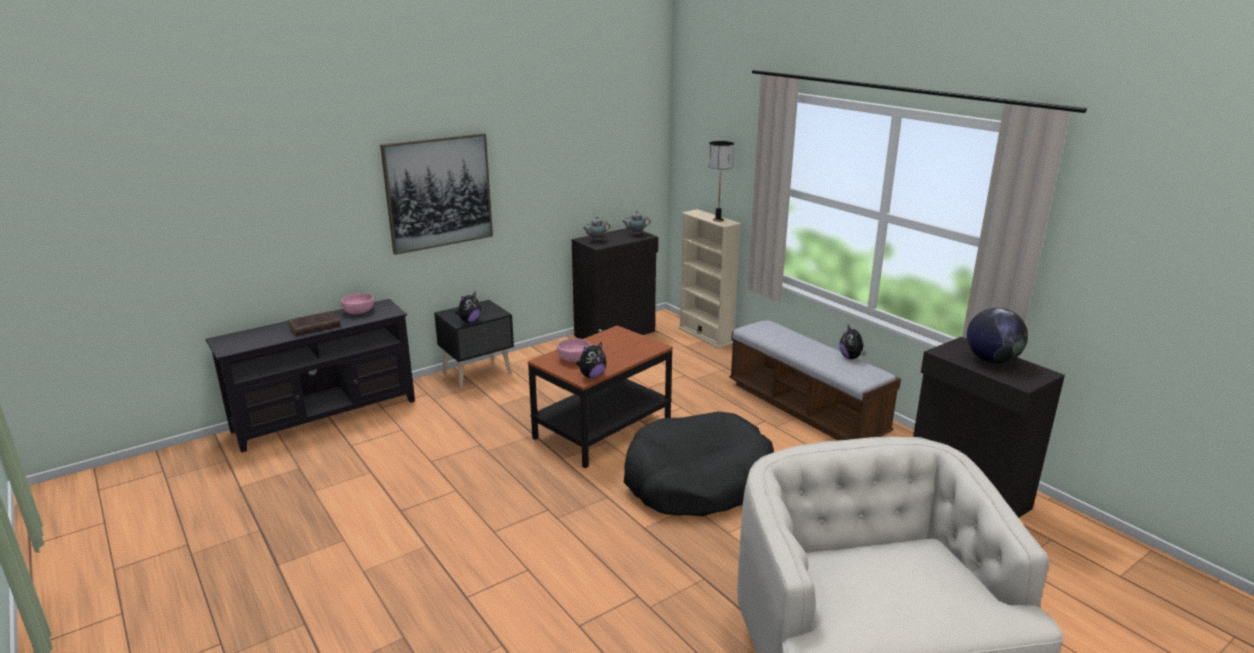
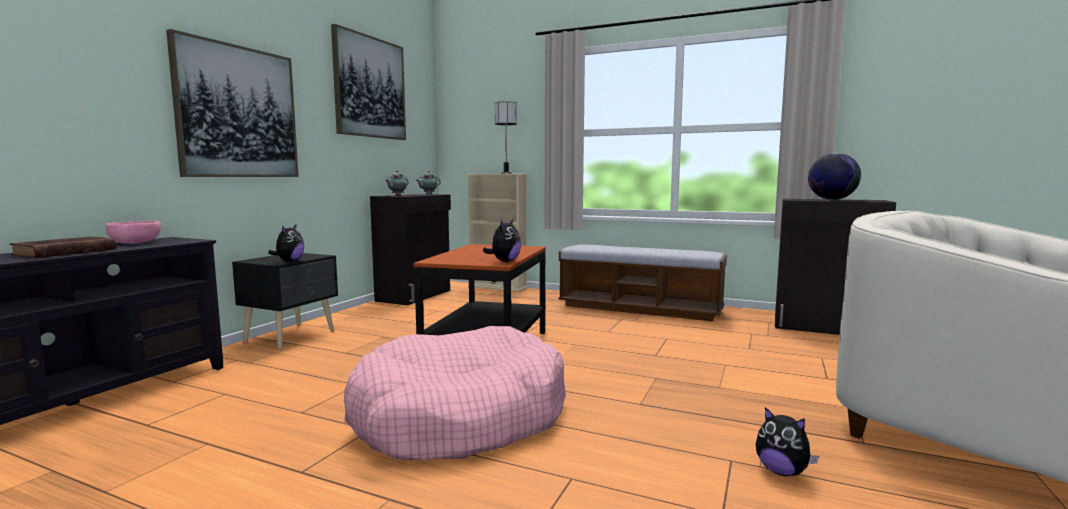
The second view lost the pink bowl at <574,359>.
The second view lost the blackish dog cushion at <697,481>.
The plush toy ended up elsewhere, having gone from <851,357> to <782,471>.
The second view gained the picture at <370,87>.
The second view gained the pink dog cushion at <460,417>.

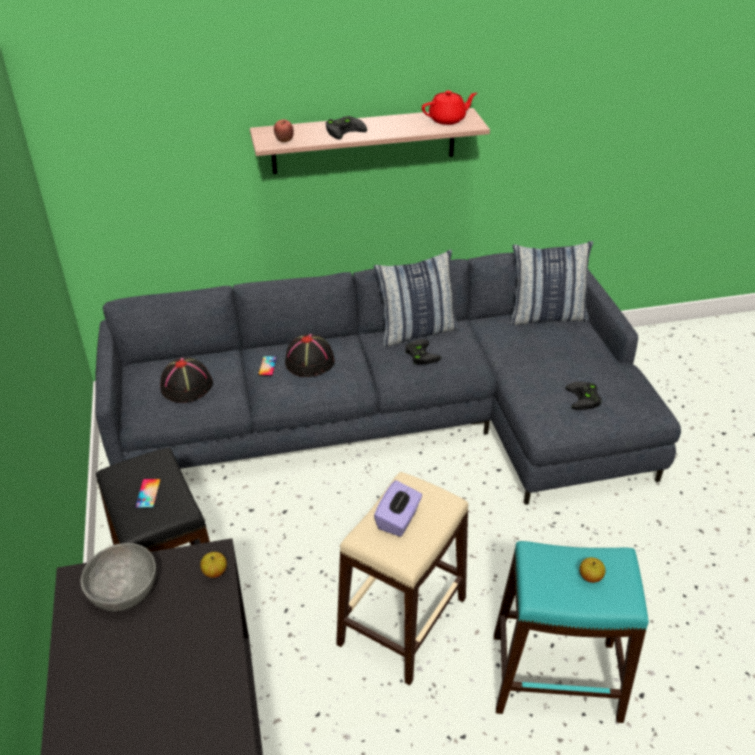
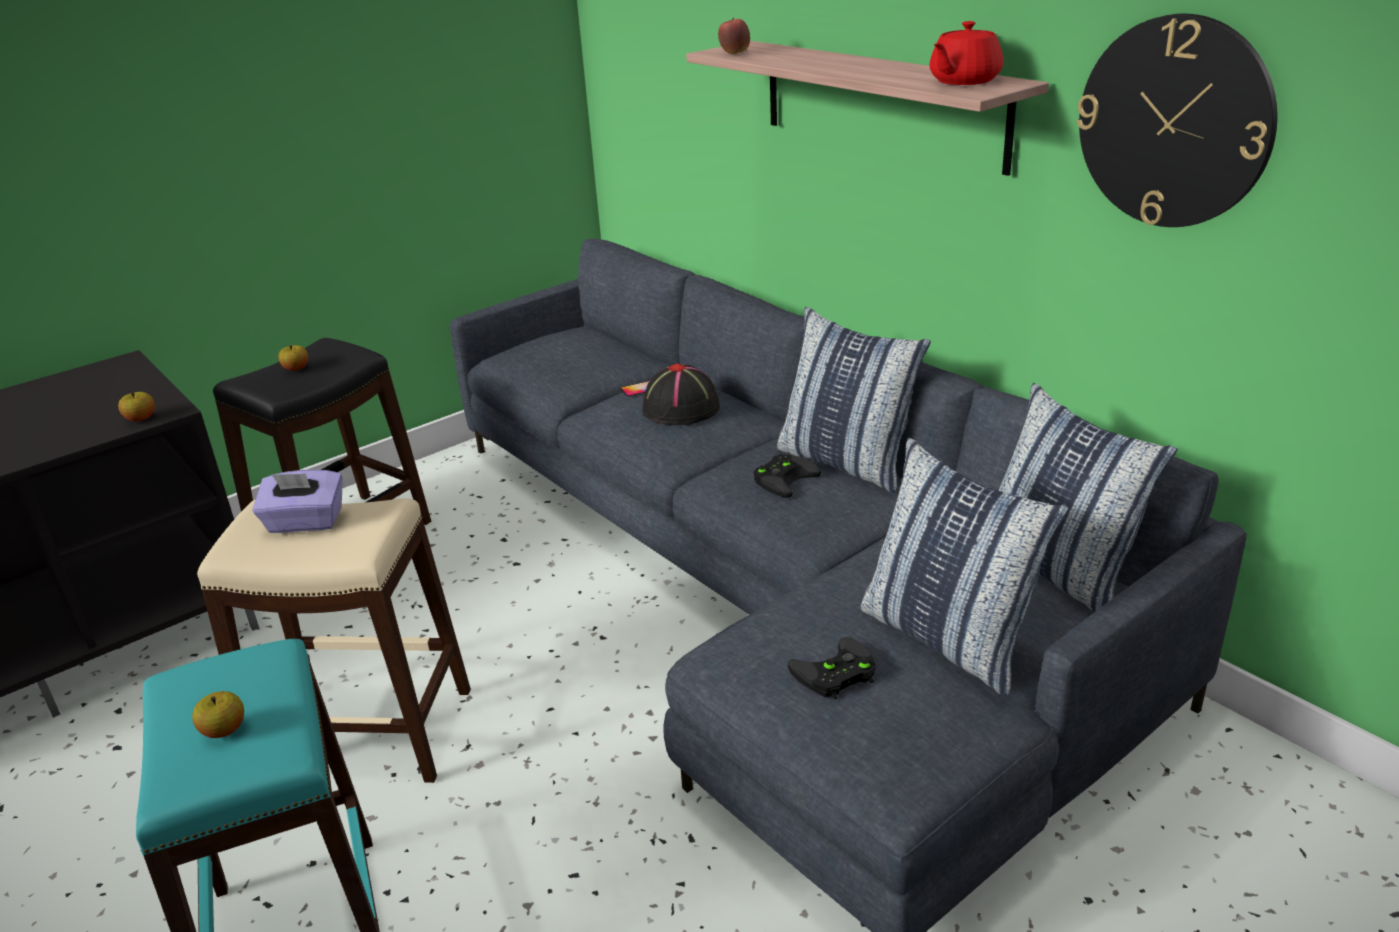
The second view lost the gray bowl at <123,590>.
Where the phone stood at <148,494>, the apple came to stand at <296,369>.
The second view lost the blackish wearable hat at <187,385>.
The second view lost the blackish gamepad at <345,130>.
The reddish teapot at <448,120> ended up facing another way, 90 degrees clockwise from before.
The second view gained the throw pillow at <947,639>.
The second view gained the wall clock at <1174,123>.

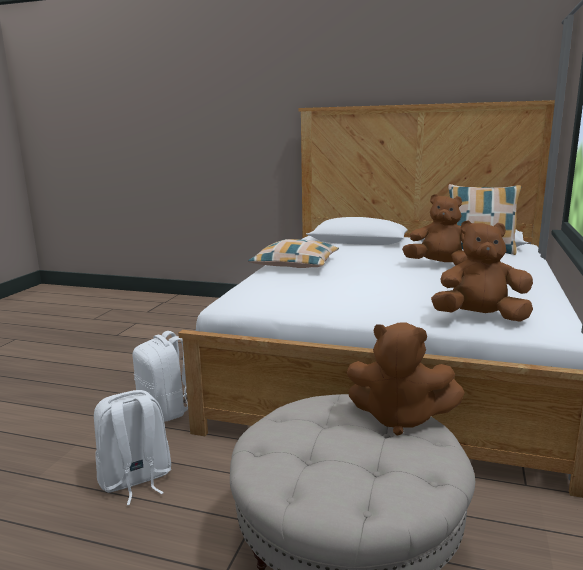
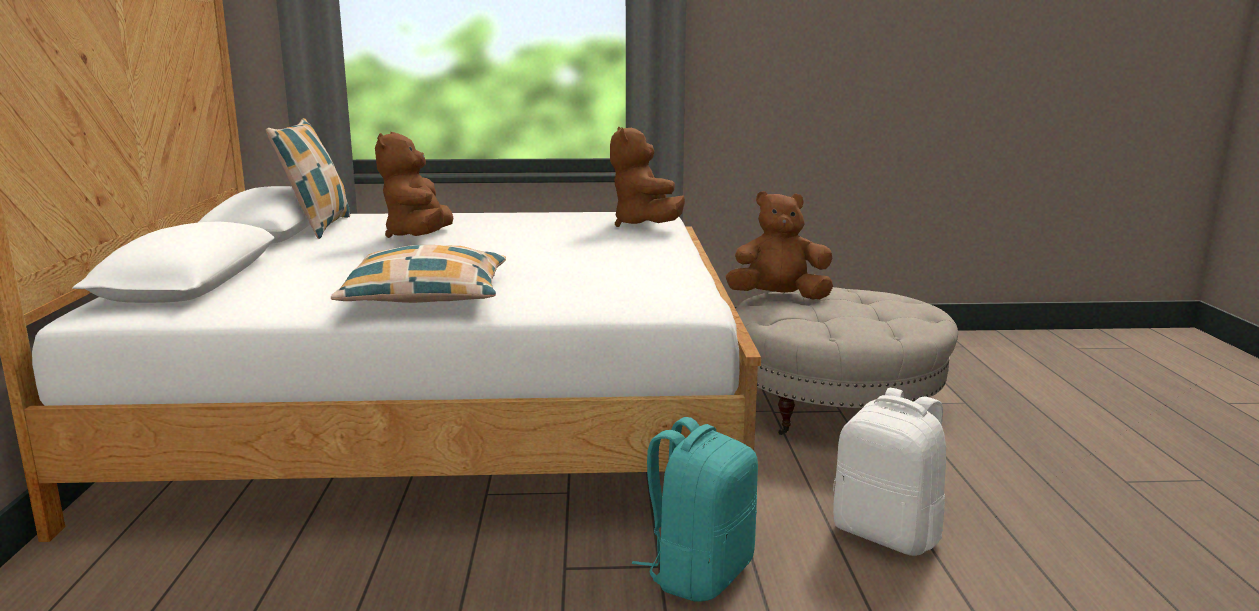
What was the whitish backpack at <166,410> turned into the turquoise backpack at <699,573>.
The brown-coloured plush toy at <399,418> ended up facing another way, 90 degrees counterclockwise from before.

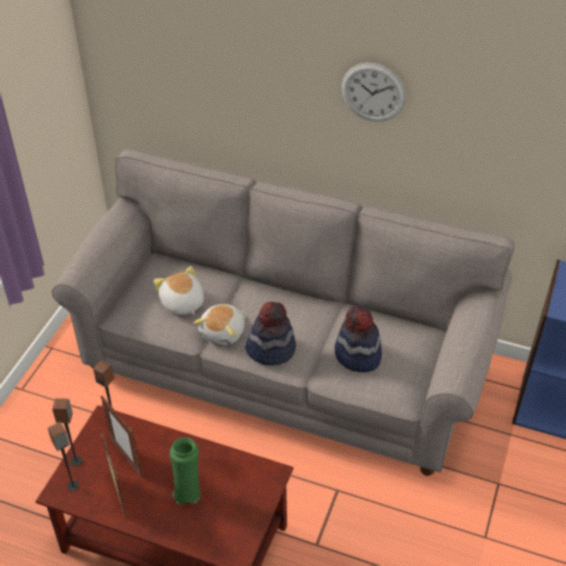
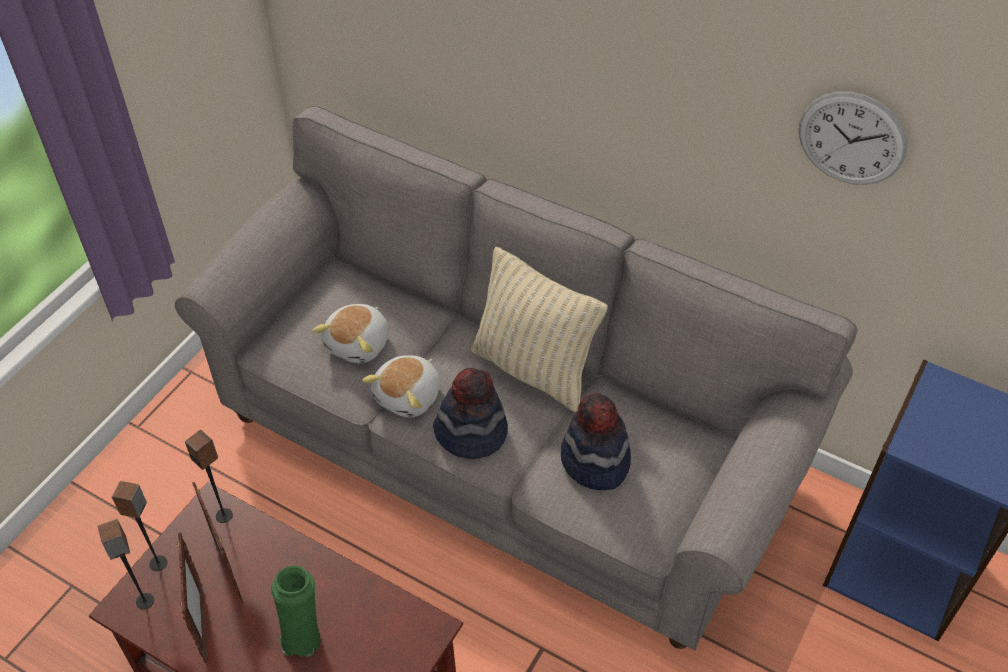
The plush toy at <182,303> ended up facing another way, 135 degrees counterclockwise from before.
The wall clock ended up elsewhere, having gone from <373,92> to <851,139>.
The second view gained the sand-coloured throw pillow at <533,369>.

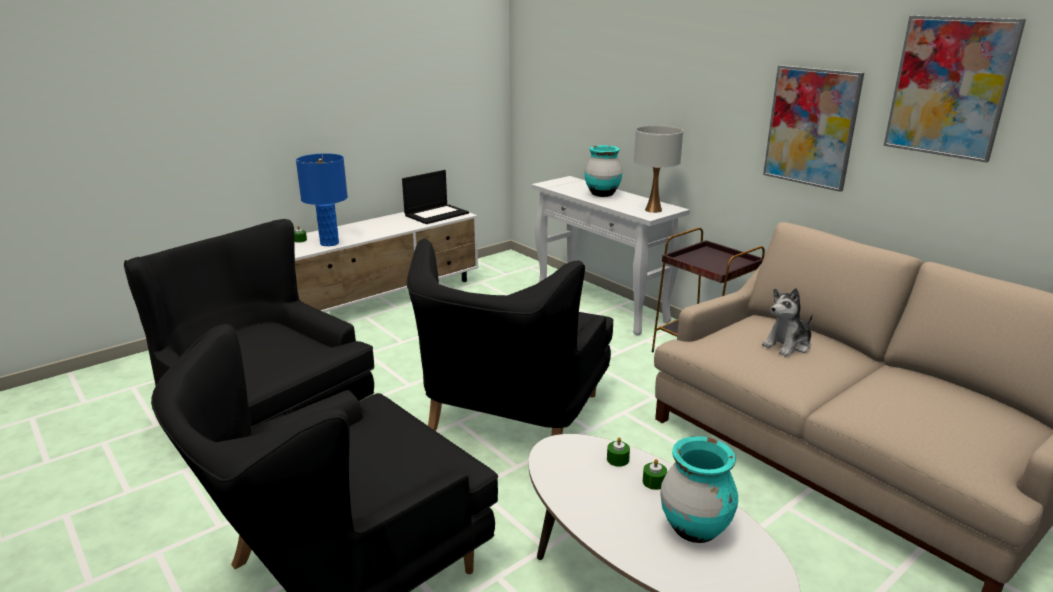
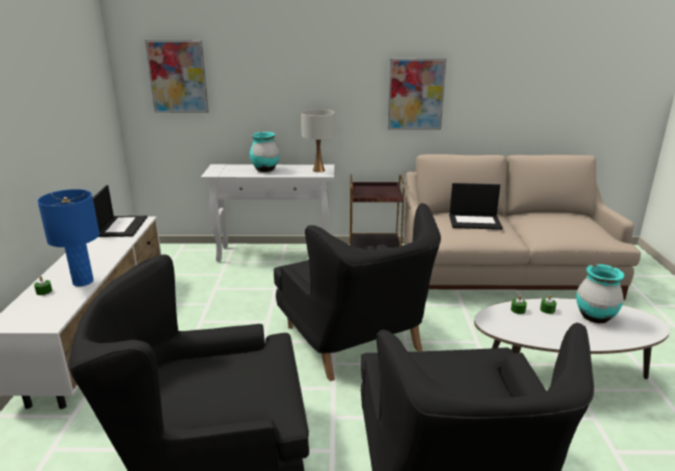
Where the plush toy stood at <788,345>, the laptop came to stand at <475,221>.
The picture ended up elsewhere, having gone from <949,87> to <178,77>.

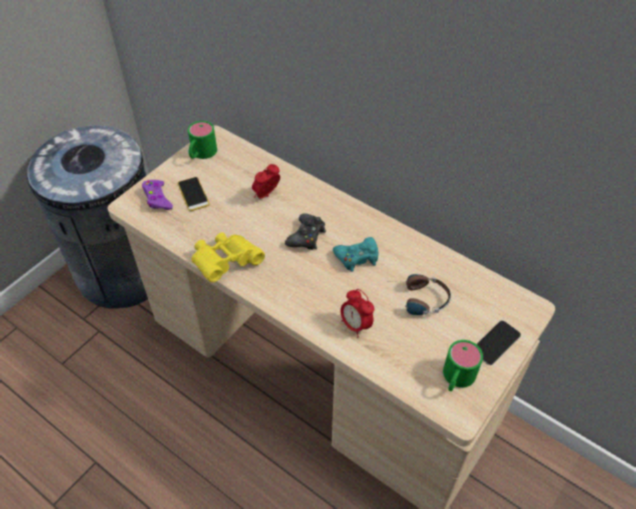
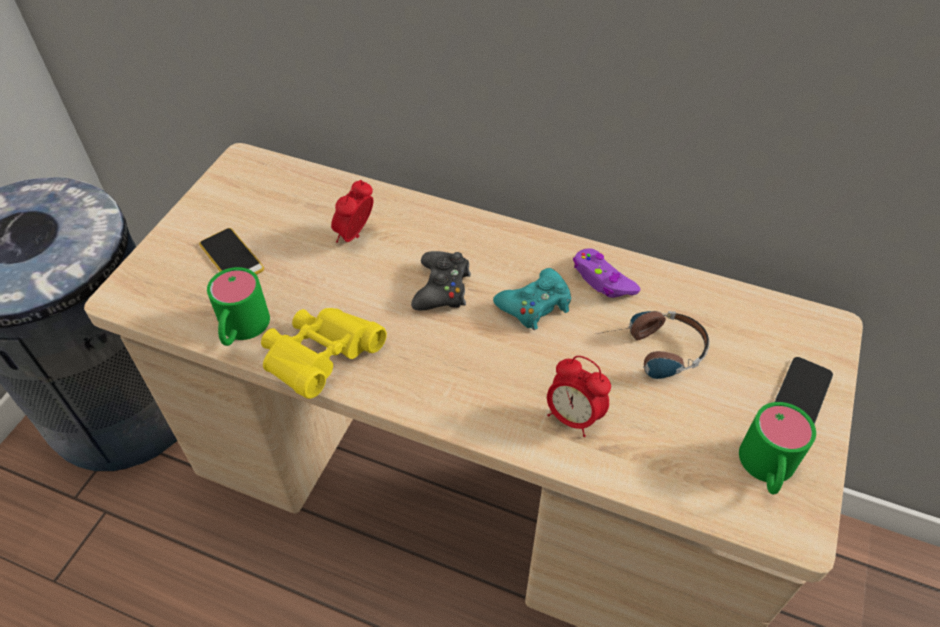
The purplish gamepad ended up elsewhere, having gone from <157,198> to <602,280>.
The green-coloured tea mug ended up elsewhere, having gone from <201,154> to <241,330>.

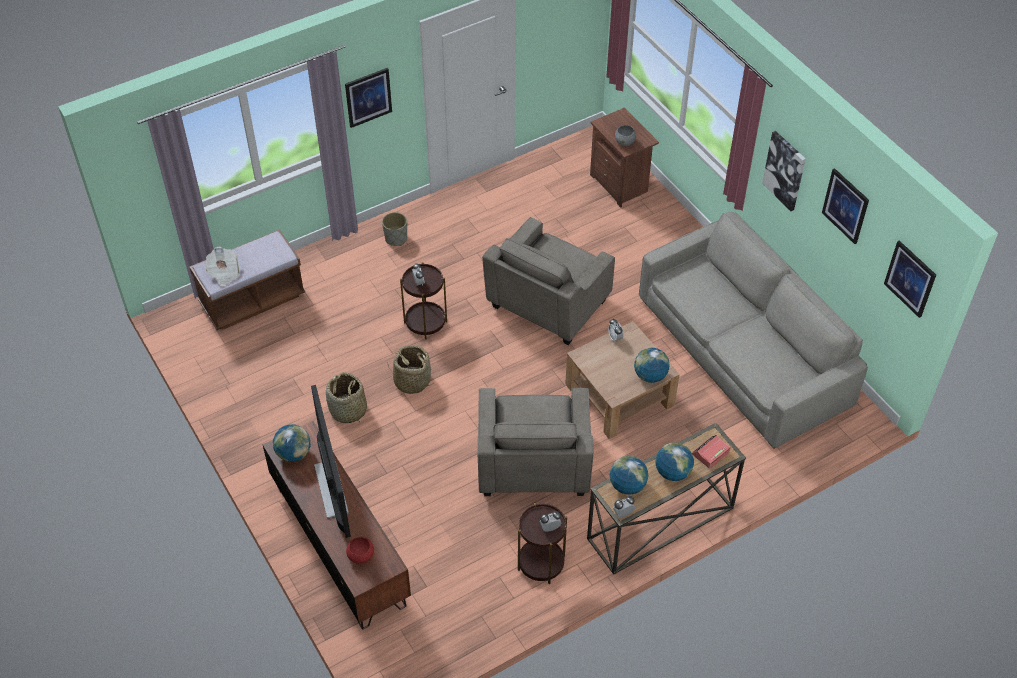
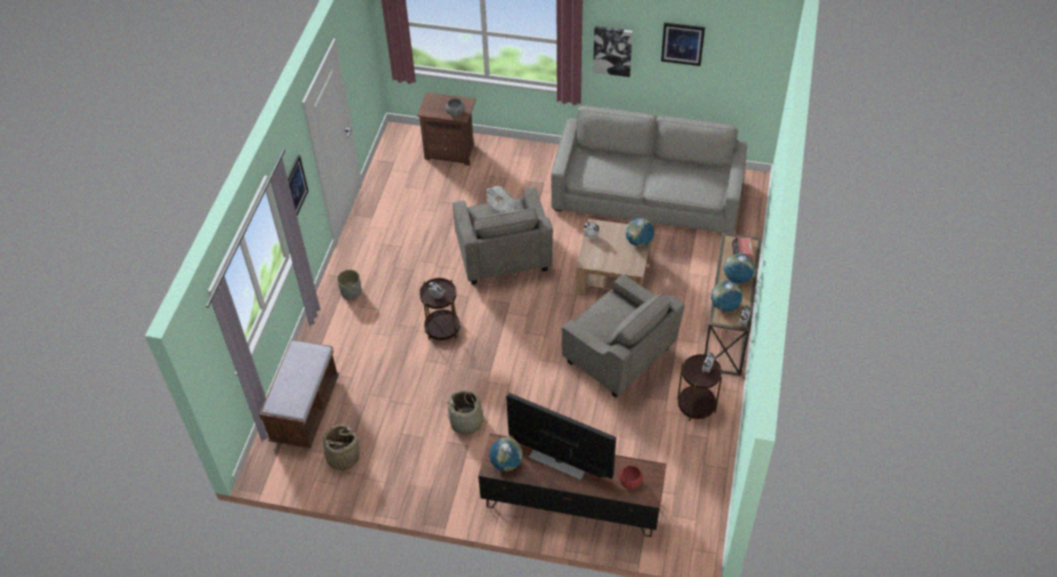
The printed paper ended up elsewhere, having gone from <224,273> to <501,205>.
The basket ended up elsewhere, having gone from <412,381> to <343,457>.
The second view lost the picture at <910,278>.

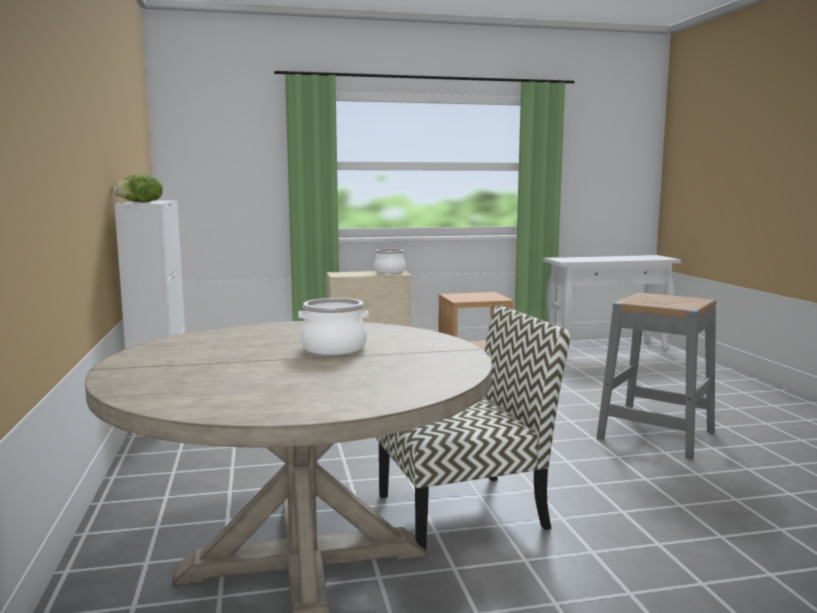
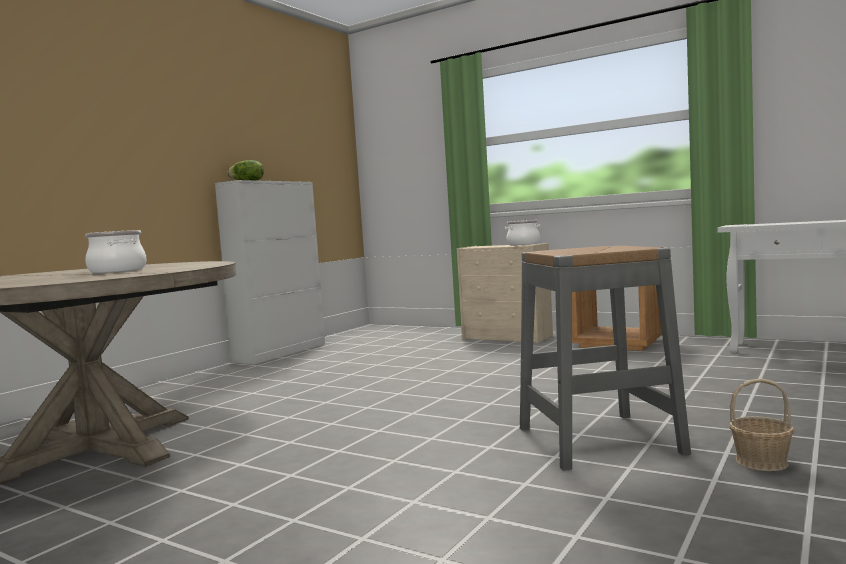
The second view lost the chair at <464,510>.
The second view gained the basket at <762,462>.

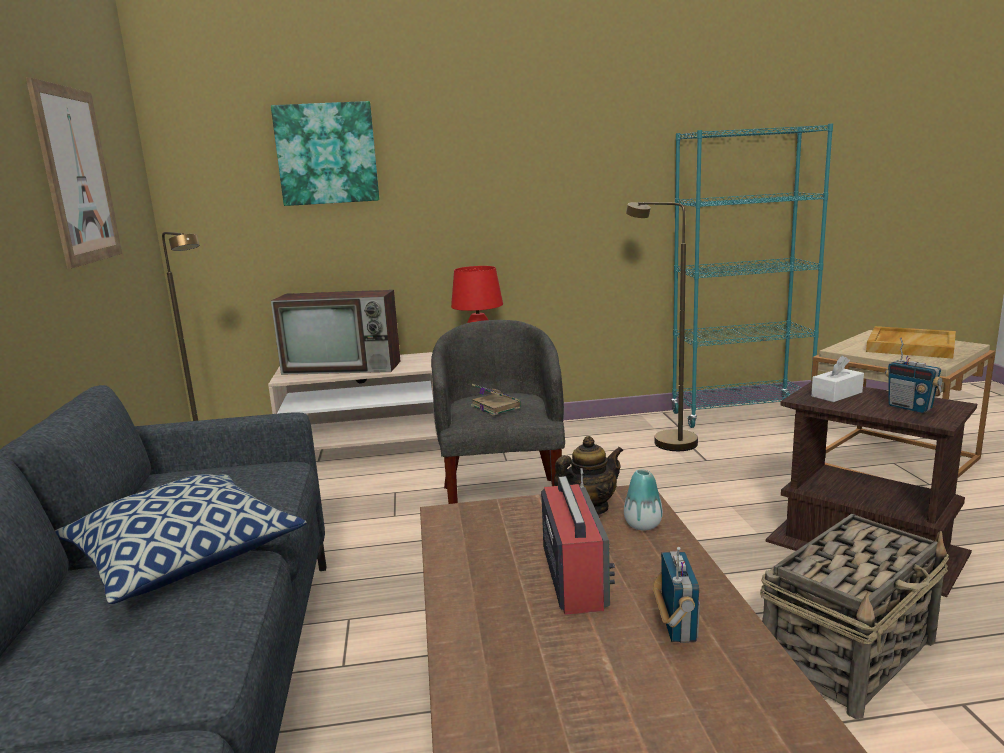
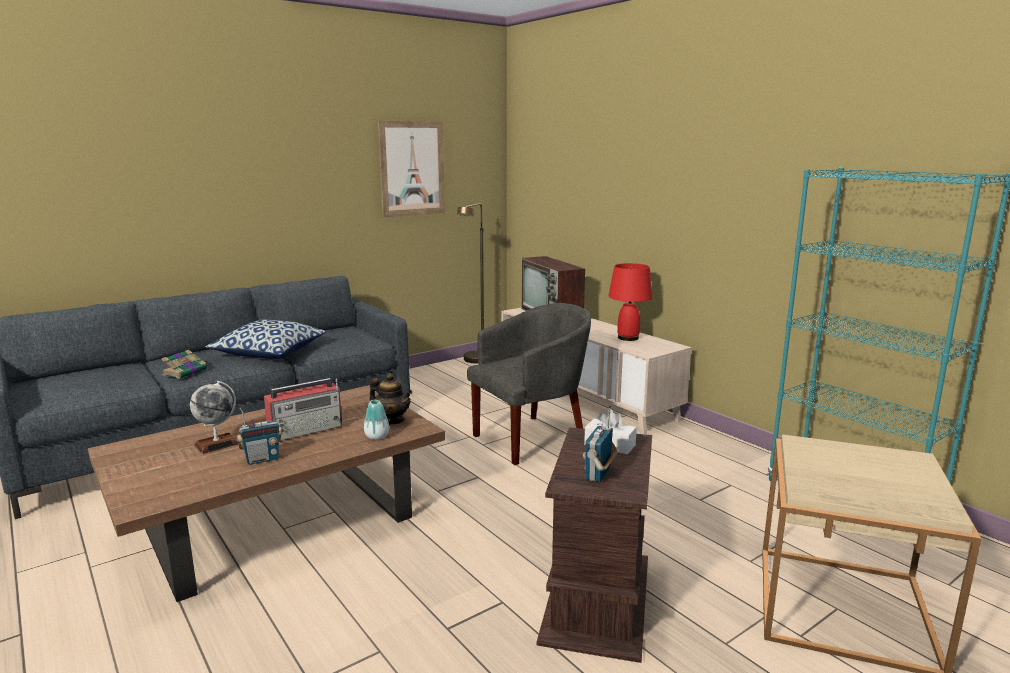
The second view lost the picture at <327,154>.
The volume ended up elsewhere, having gone from <495,406> to <185,372>.
The second view lost the brown-coloured standard lamp at <665,440>.
The second view lost the basket at <850,653>.
The second view lost the sand-coloured serving tray at <910,346>.
The second view gained the desk globe at <217,444>.

